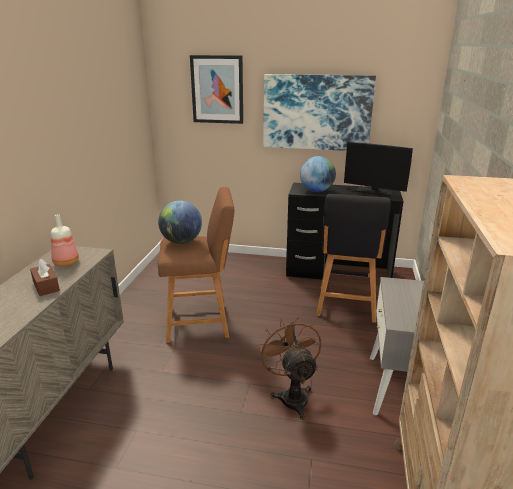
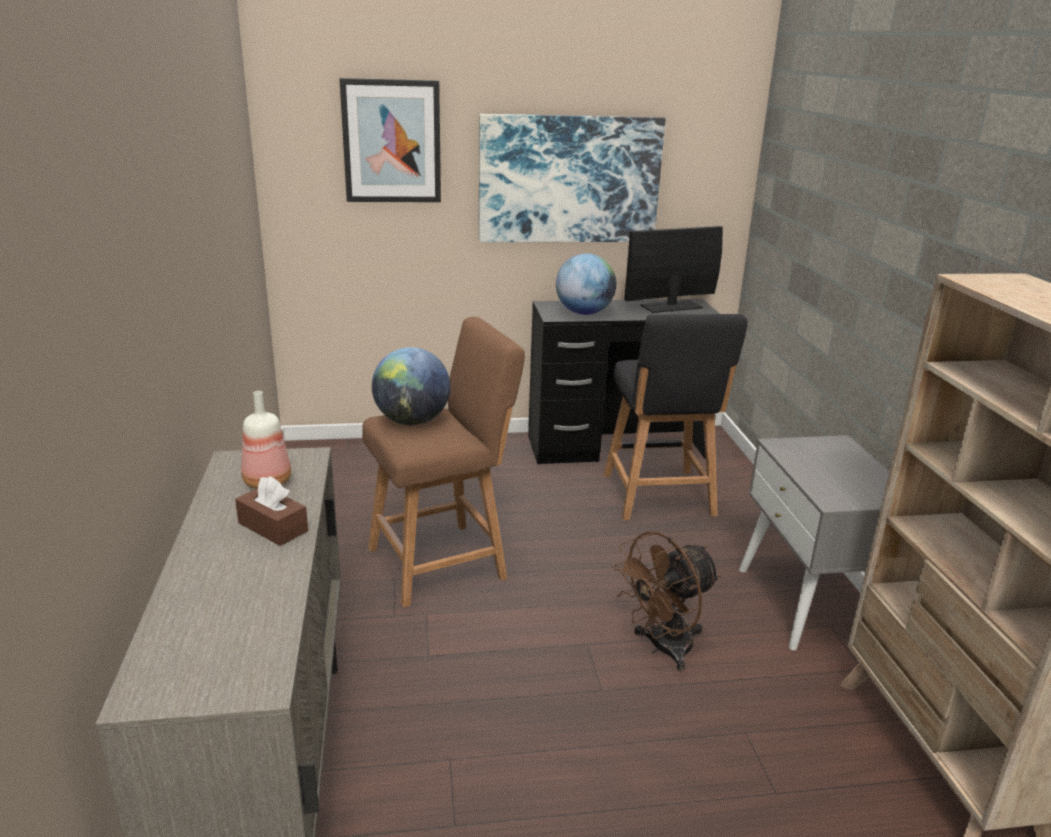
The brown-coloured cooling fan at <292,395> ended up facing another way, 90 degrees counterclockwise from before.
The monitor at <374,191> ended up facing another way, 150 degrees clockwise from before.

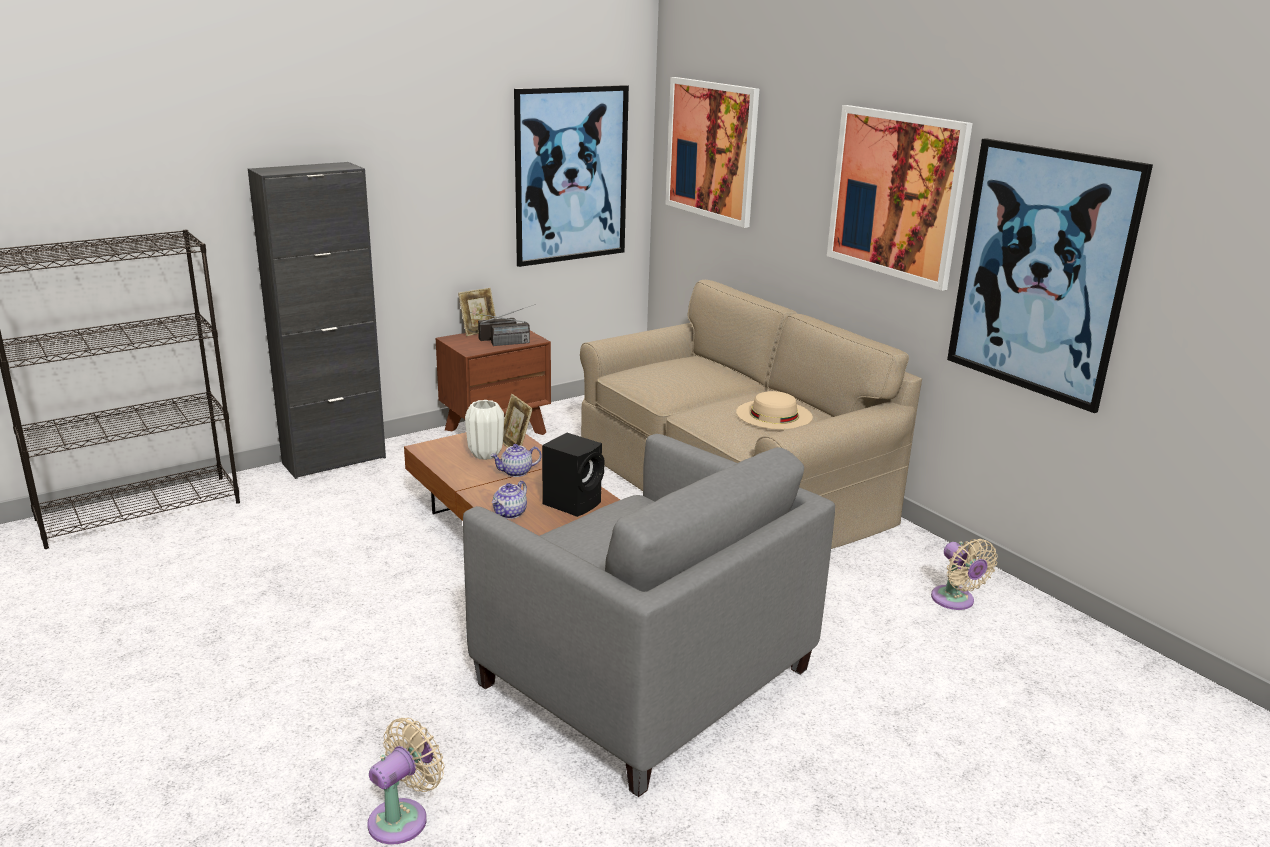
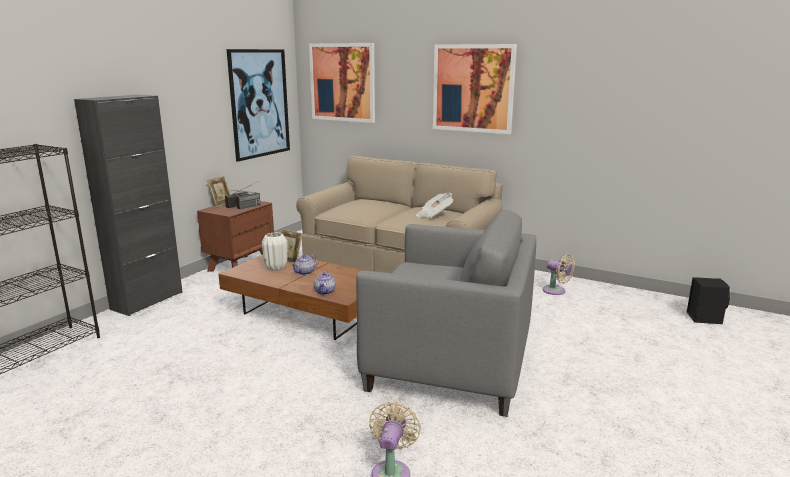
The blackish speaker ended up elsewhere, having gone from <573,503> to <704,318>.
Where the sand-coloured wearable hat stood at <774,414>, the printed paper came to stand at <434,215>.
The second view lost the picture at <1041,272>.

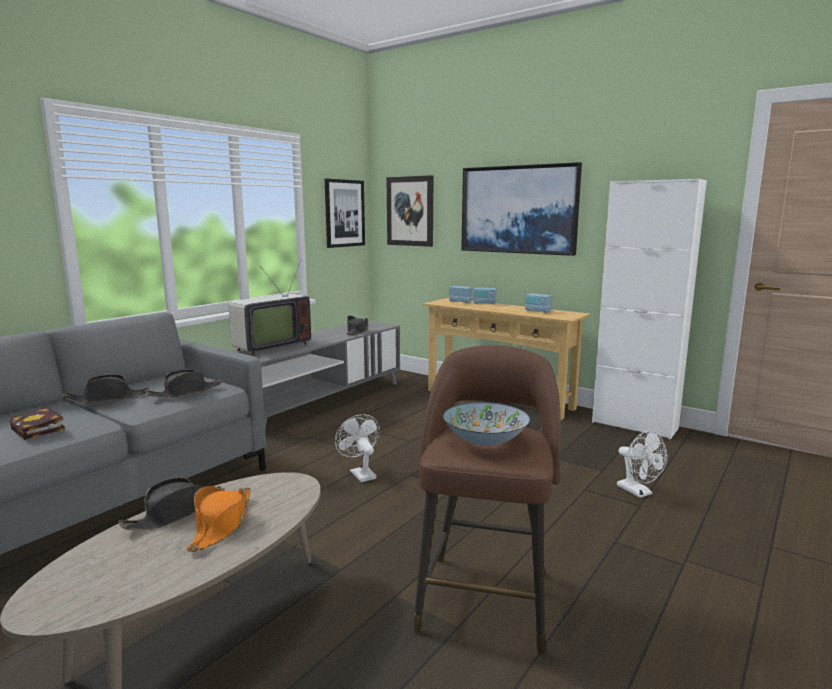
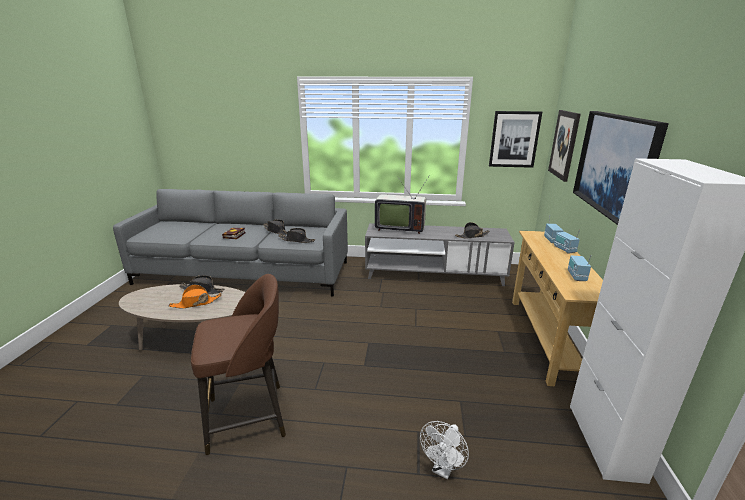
The second view lost the whitish cooling fan at <360,473>.
The second view lost the bowl at <485,441>.

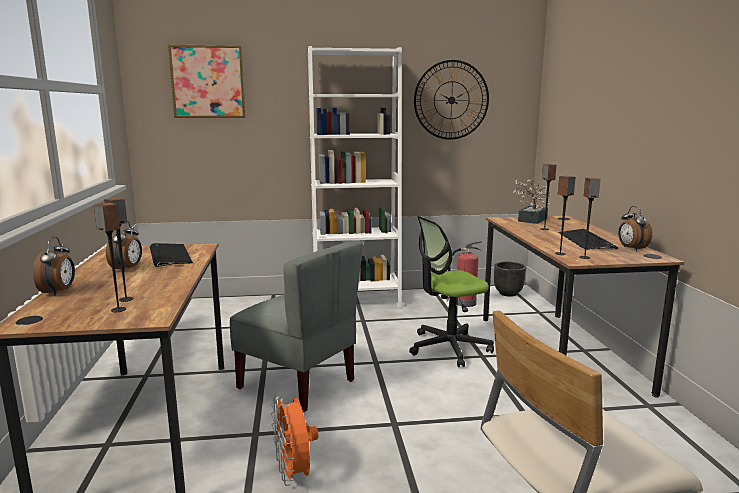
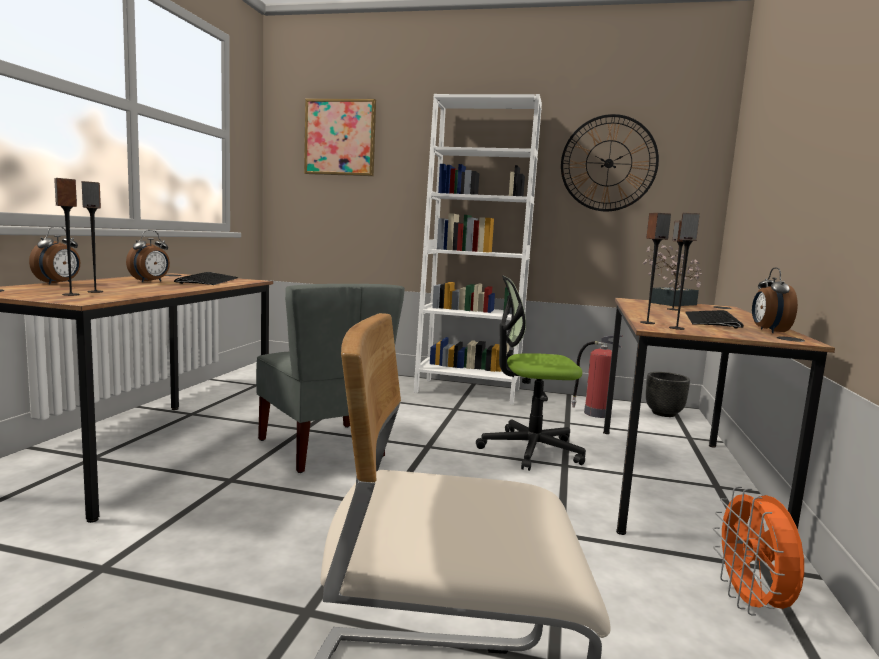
The orangey cooling fan ended up elsewhere, having gone from <294,474> to <751,604>.

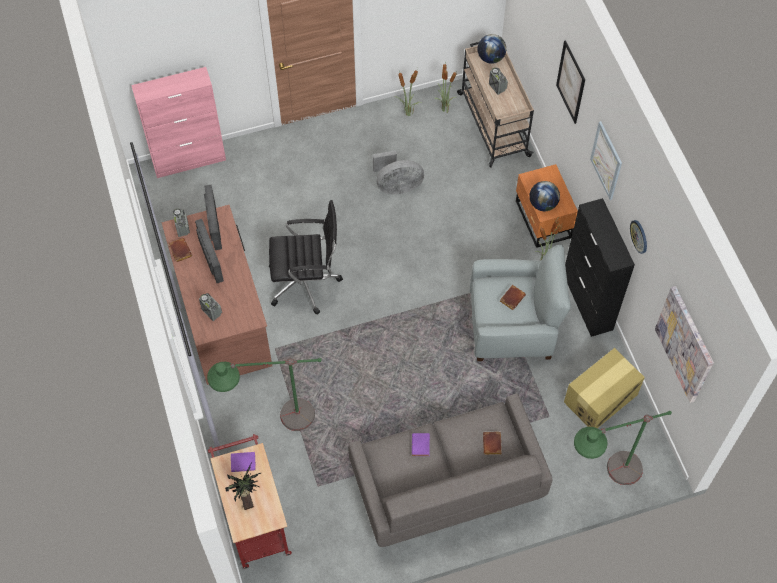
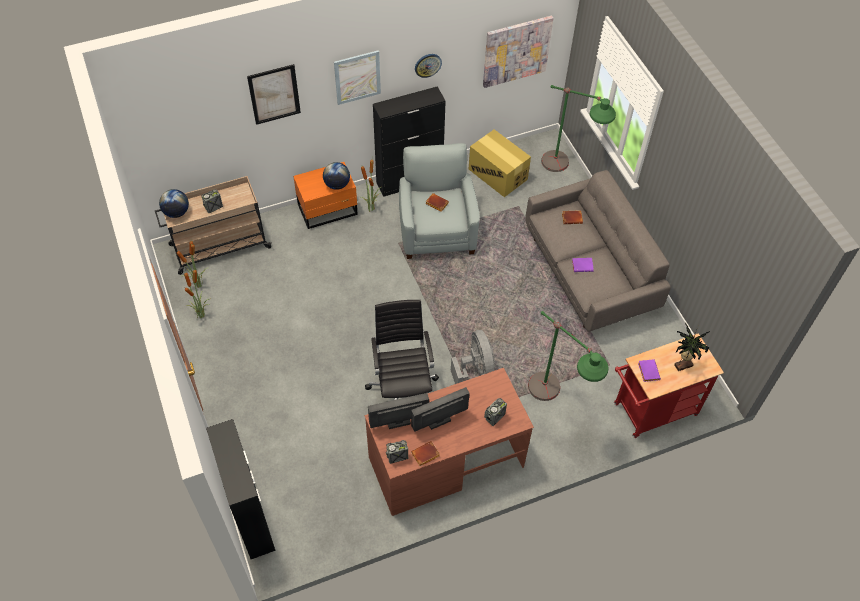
What was the pink cupboard at <189,160> turned into the blackish cupboard at <252,518>.
The gray cooling fan ended up elsewhere, having gone from <397,186> to <475,369>.

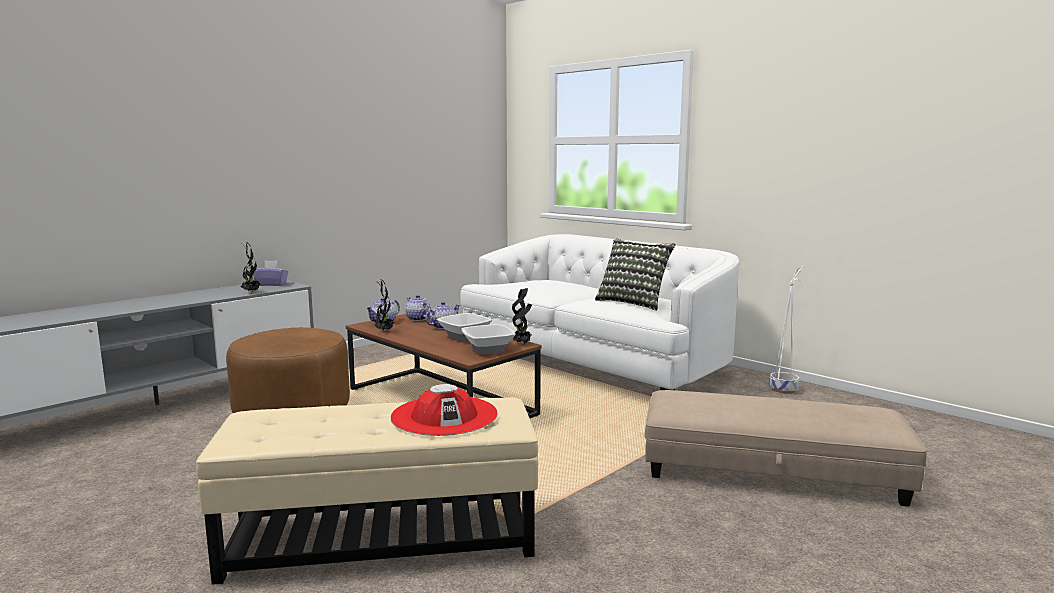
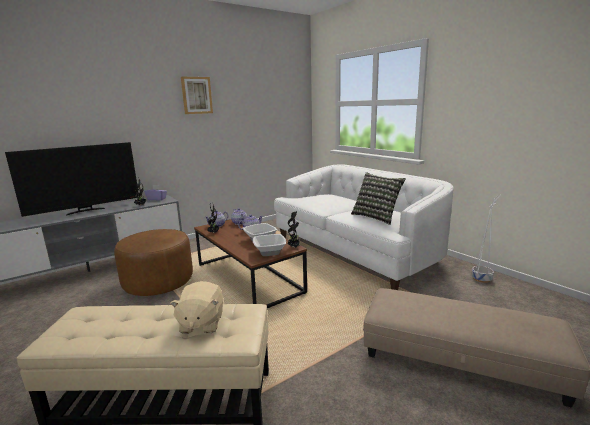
Where the reddish wearable hat stood at <444,416>, the sand-coloured plush toy came to stand at <201,323>.
The second view gained the television at <85,211>.
The second view gained the picture at <196,95>.

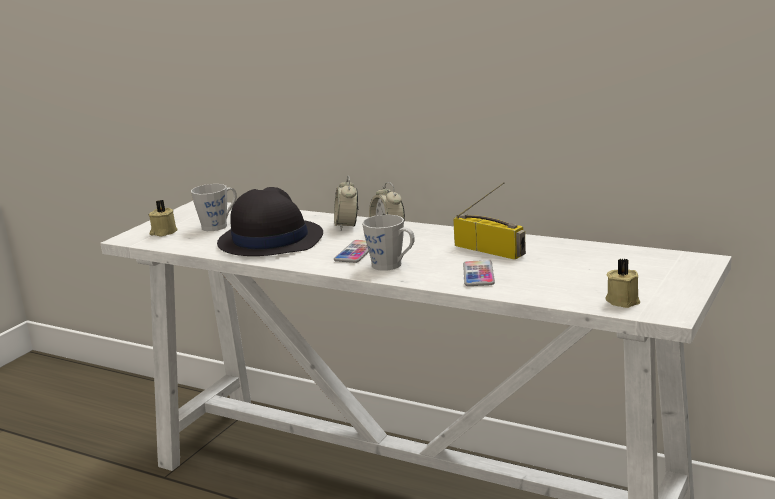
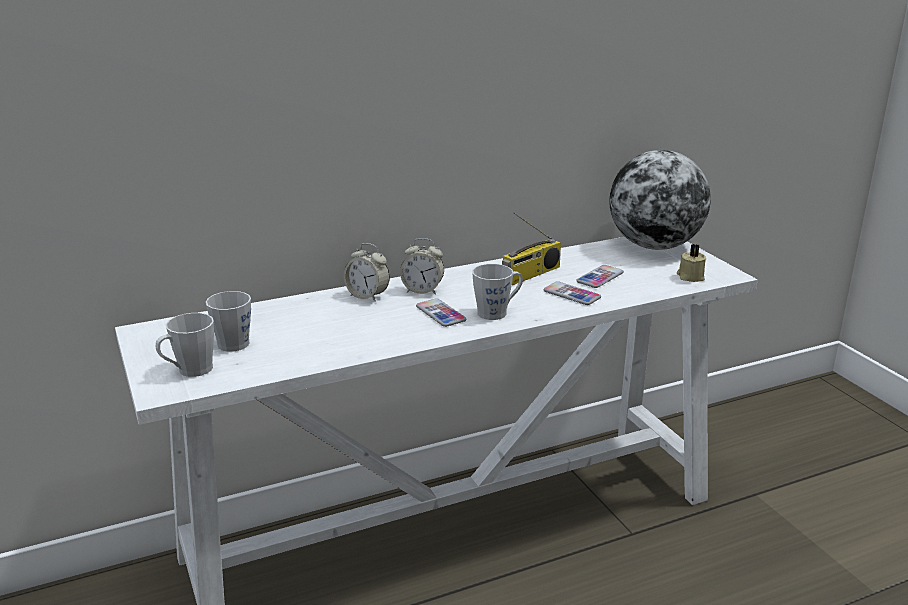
Where the sand-coloured wax light stood at <163,232>, the gray tea mug came to stand at <189,371>.
The second view lost the blackish wearable hat at <270,240>.
The radio set at <490,250> ended up facing another way, 150 degrees clockwise from before.
The second view gained the phone at <600,277>.
The second view gained the desk globe at <654,246>.

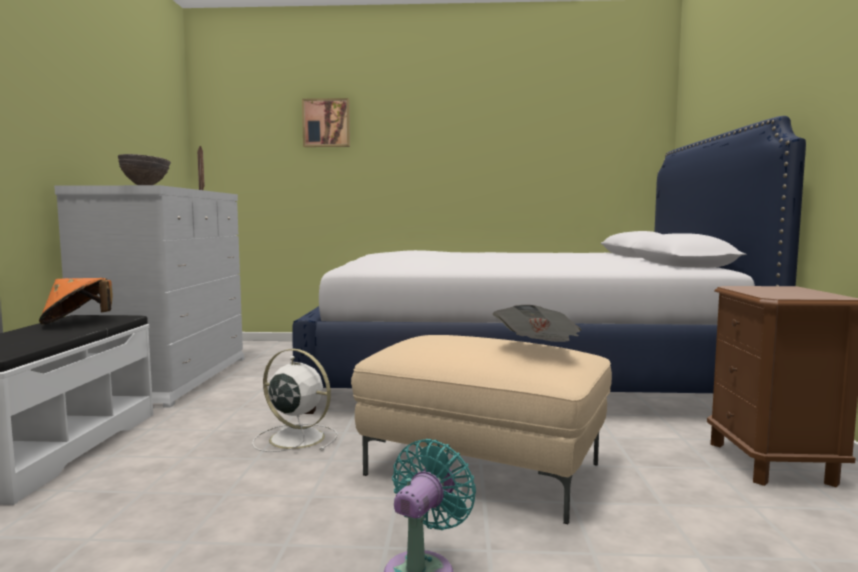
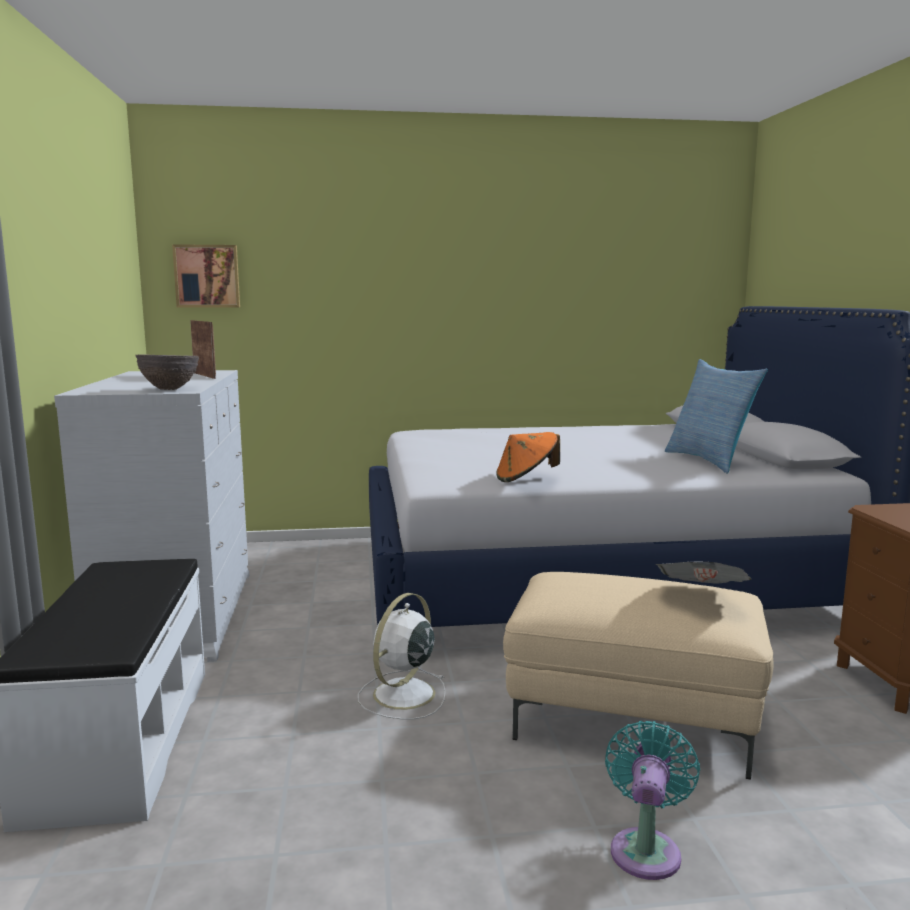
The orangey wearable hat ended up elsewhere, having gone from <76,322> to <526,478>.
The whitish cooling fan at <295,438> ended up facing another way, 75 degrees counterclockwise from before.
The picture ended up elsewhere, having gone from <326,123> to <207,276>.
The second view gained the throw pillow at <710,461>.

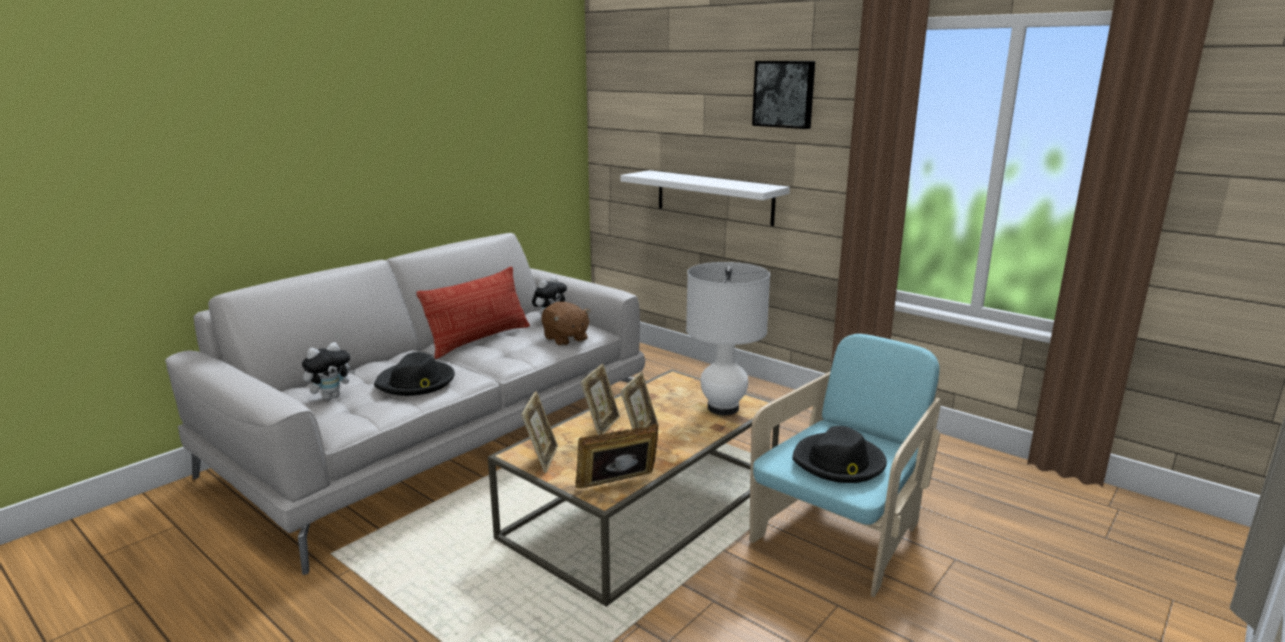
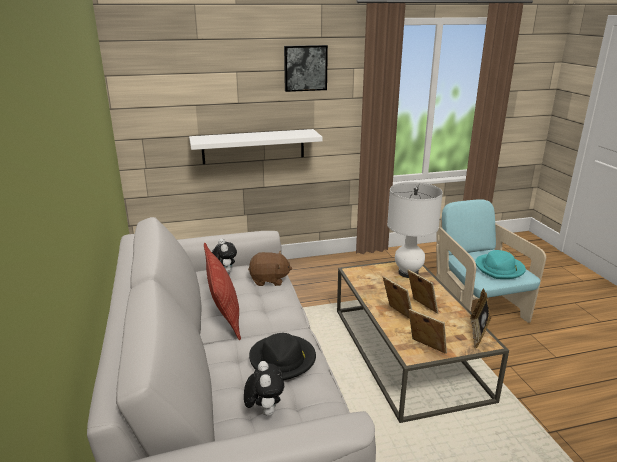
What was the blackish wearable hat at <839,462> turned into the turquoise wearable hat at <499,269>.

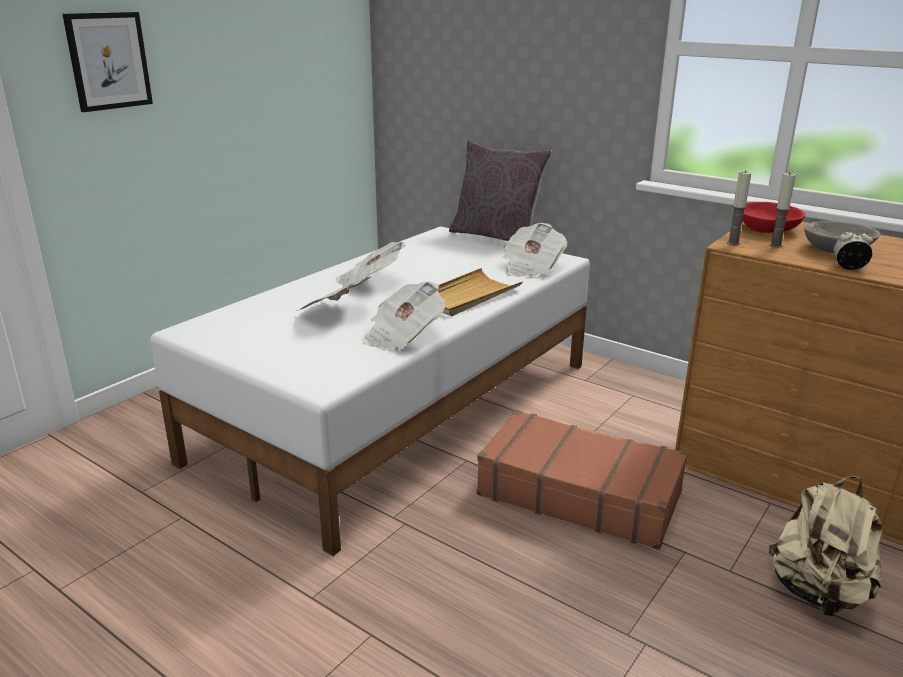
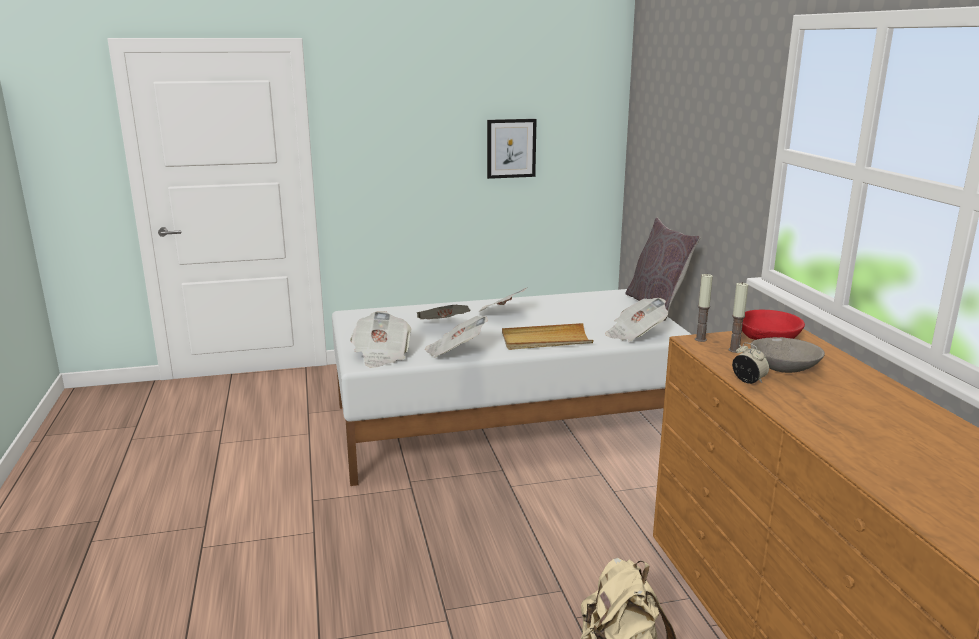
The picture ended up elsewhere, having gone from <109,61> to <511,148>.
The second view lost the brown-coloured piece of luggage at <579,493>.
The second view gained the printed paper at <381,355>.

